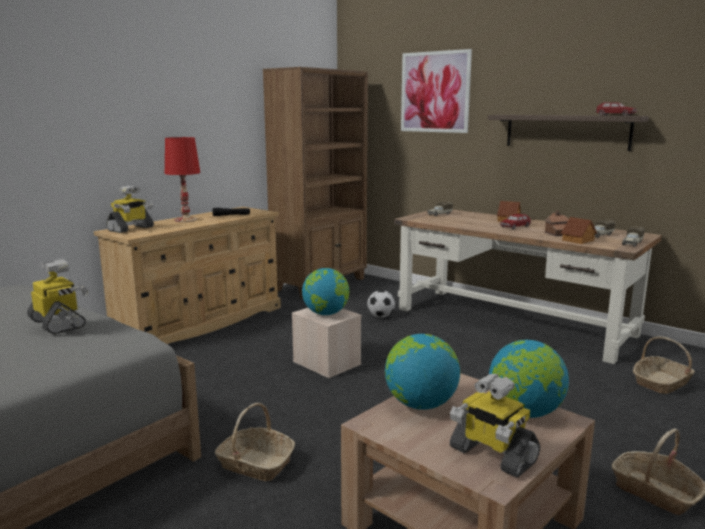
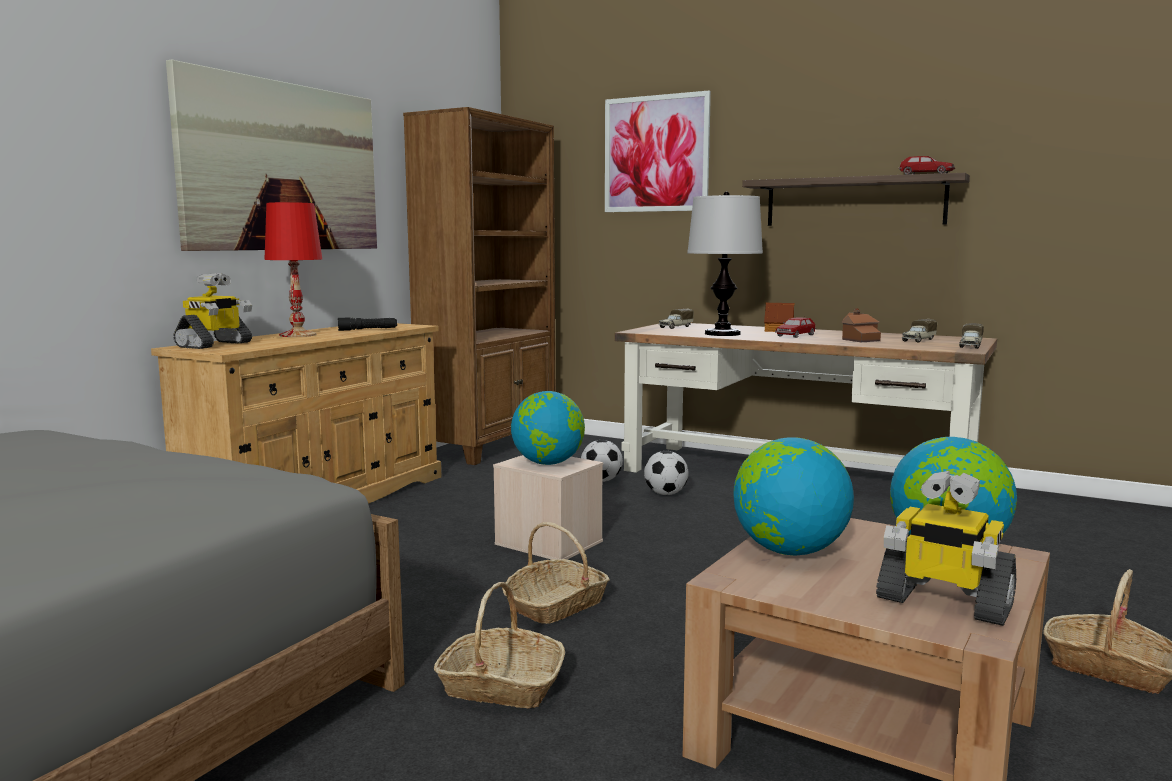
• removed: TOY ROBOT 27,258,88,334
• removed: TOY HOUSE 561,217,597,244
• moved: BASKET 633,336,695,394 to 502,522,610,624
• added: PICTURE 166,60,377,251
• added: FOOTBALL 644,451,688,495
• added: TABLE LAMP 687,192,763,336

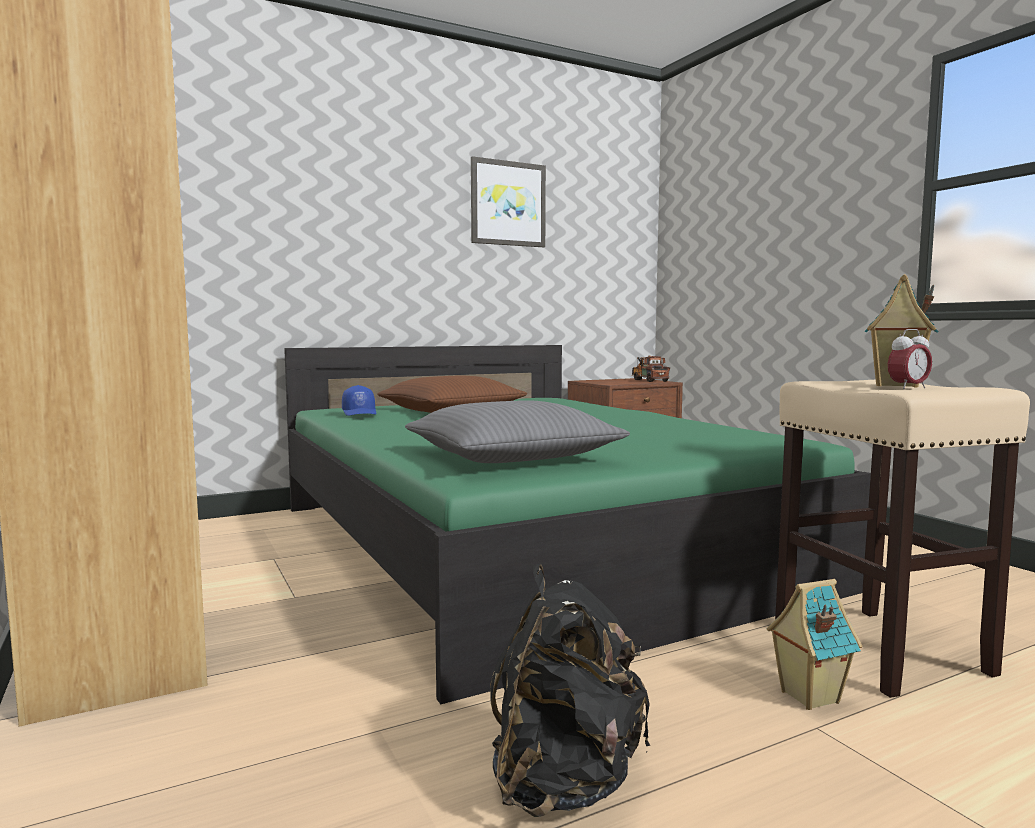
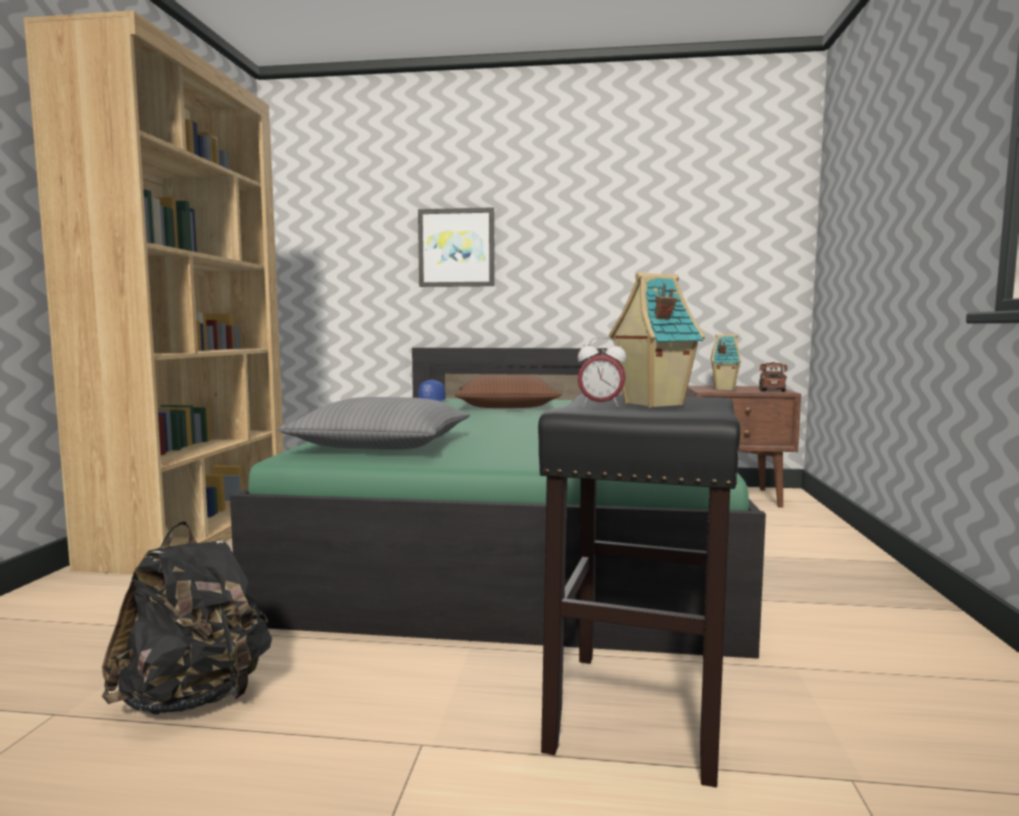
• moved: PICTURE 471,156,546,247 to 418,207,494,287
• moved: TOY HOUSE 767,579,863,710 to 711,334,741,390
• recoloured: BEIGE STOOL 775,380,1030,698 to BLACK STOOL 538,394,741,787

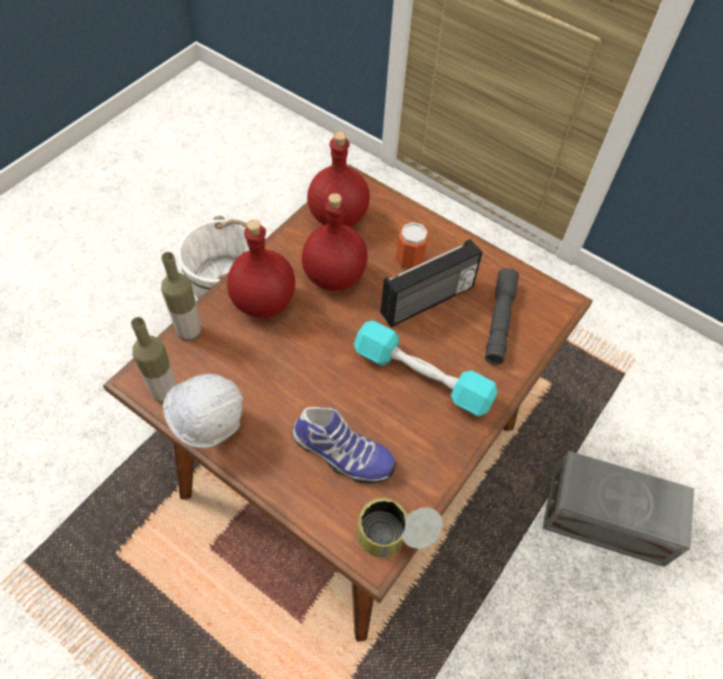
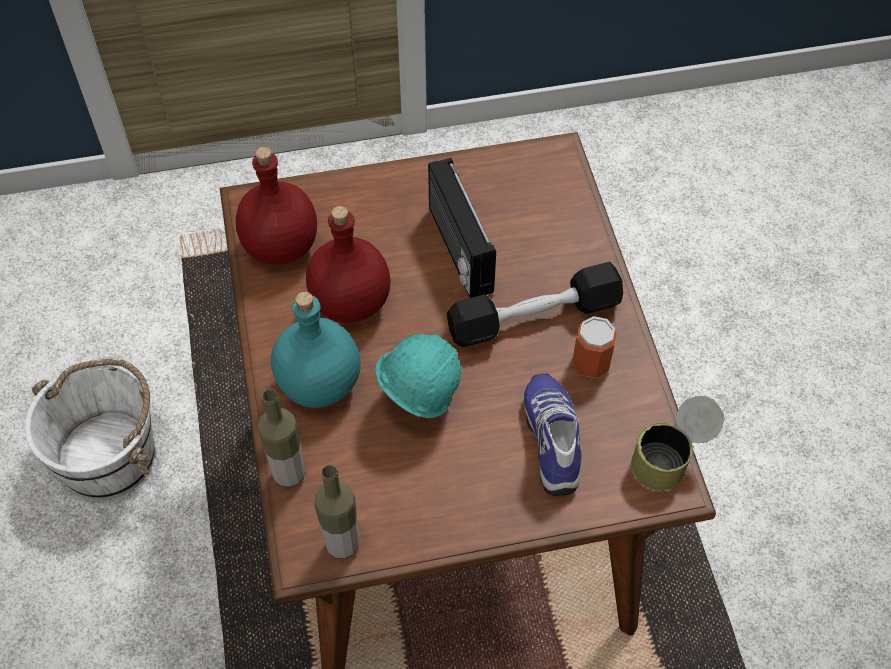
• removed: WHITE HARD HAT 163,374,244,448
• recoloured: RED BOTTLE 227,220,295,318 to TURQUOISE BOTTLE 271,292,361,408
• turned: SHOE 292,407,396,484 = 524,374,582,496 75 degrees counterclockwise
• recoloured: TURQUOISE DUMBBELL 354,320,497,417 to BLACK DUMBBELL 446,262,623,347
• turned: RADIO 380,239,483,327 = 428,158,496,298 150 degrees clockwise
• moved: CAN 396,222,429,270 to 572,316,617,378
• removed: GREY FLASHLIGHT 485,268,519,365
• removed: GREY STORAGE BOX 542,451,694,567
• added: TURQUOISE HARD HAT 375,334,461,418

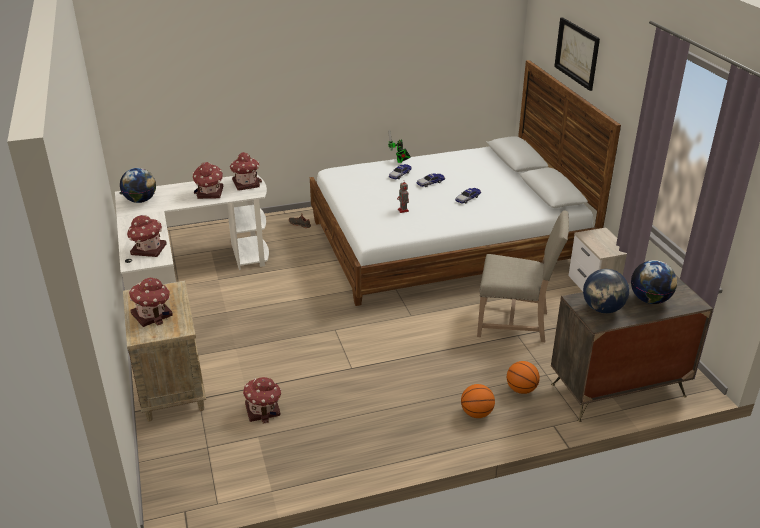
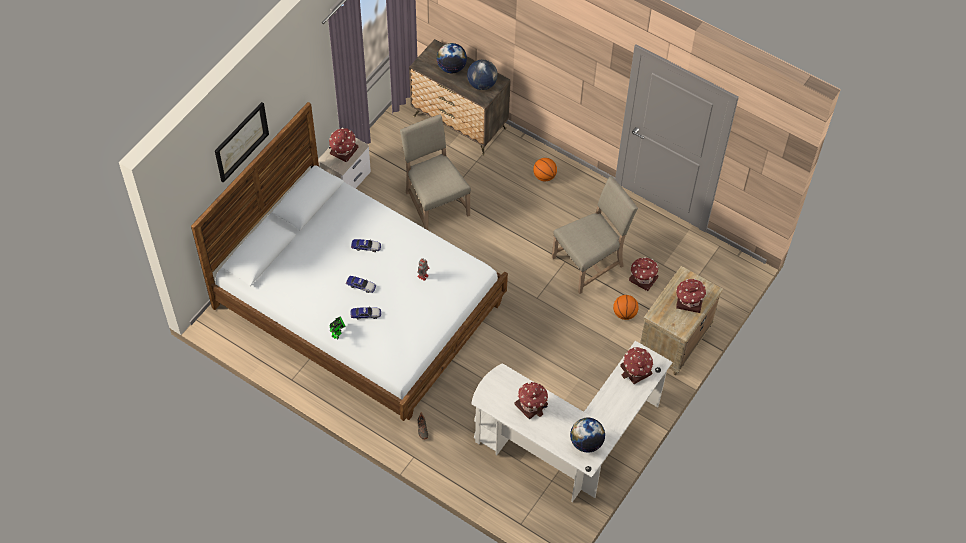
• moved: TOY HOUSE 230,152,262,191 to 329,128,359,162
• moved: BASKETBALL 507,361,540,394 to 613,295,639,320
• added: BEIGE CHAIR 552,176,638,294

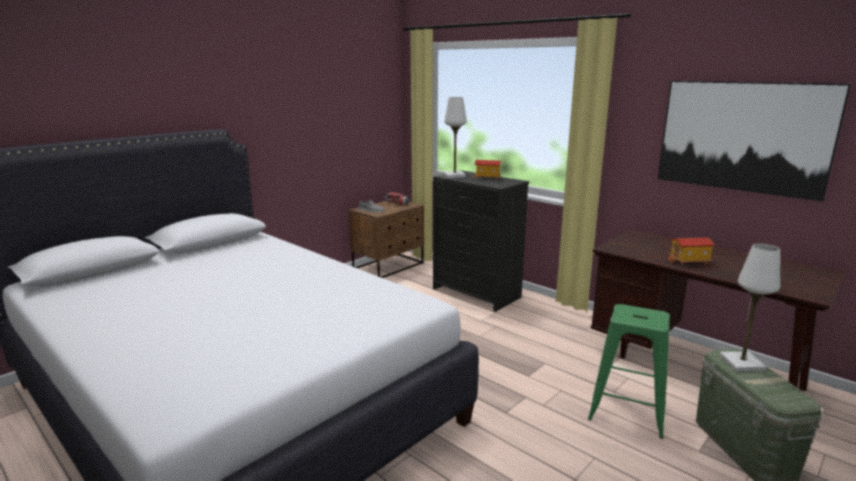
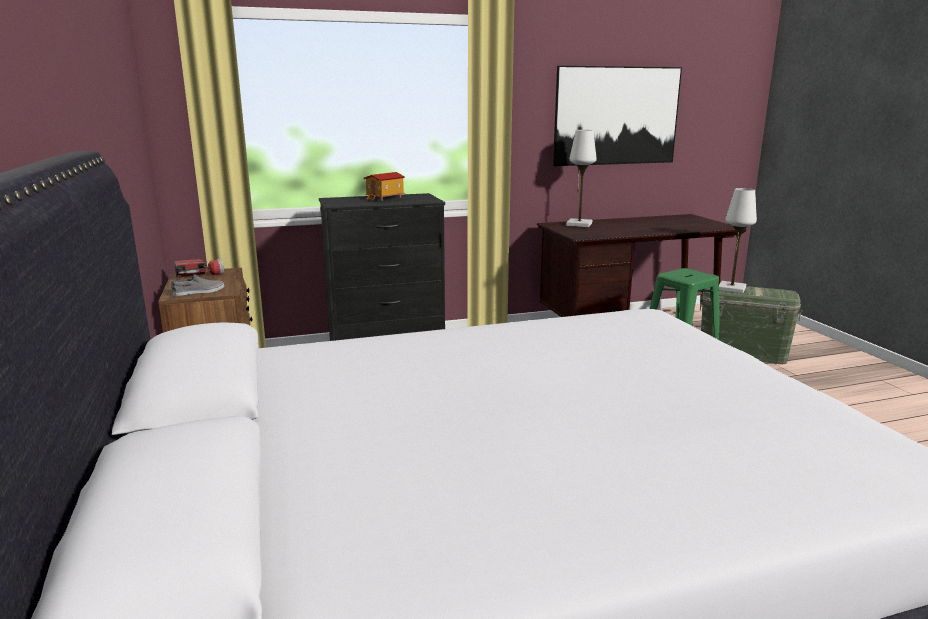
• moved: WHITE TABLE LAMP 444,97,467,178 to 566,130,597,227
• removed: TOY HOUSE 667,238,715,265

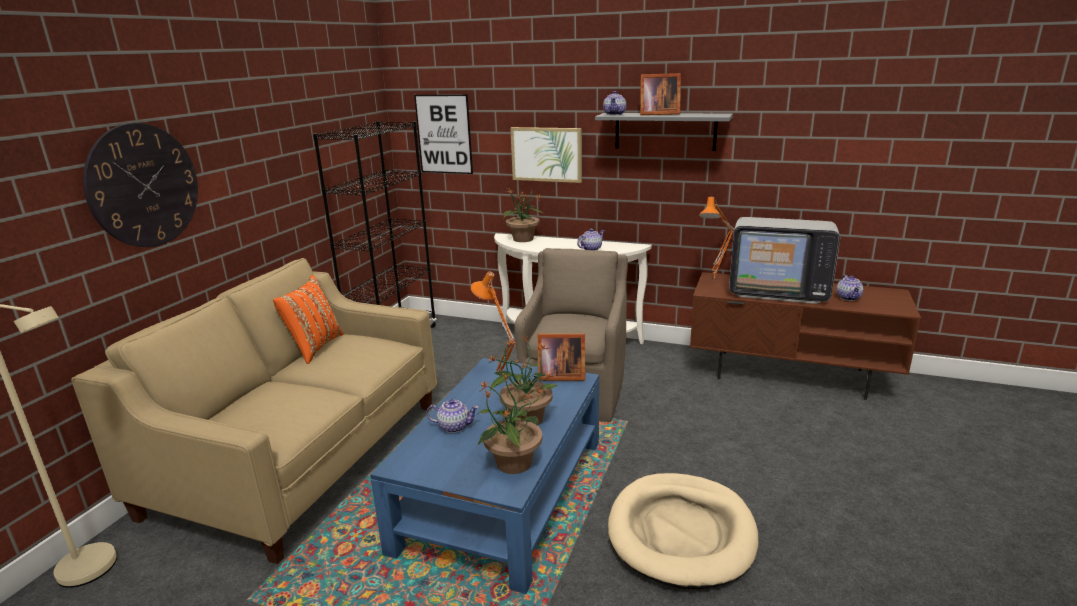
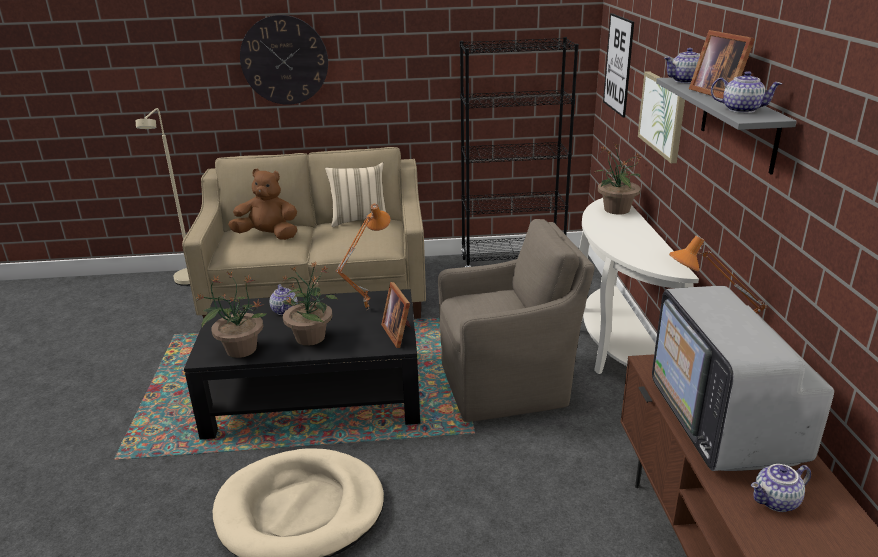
• recoloured: ORANGE PILLOW 273,275,344,364 to BEIGE PILLOW 325,162,386,227
• recoloured: BLUE COFFEE TABLE 370,358,599,594 to BLACK COFFEE TABLE 184,289,420,440
• moved: TEAPOT 577,229,604,250 to 711,71,782,113
• added: BROWN PLUSH TOY 228,169,297,240

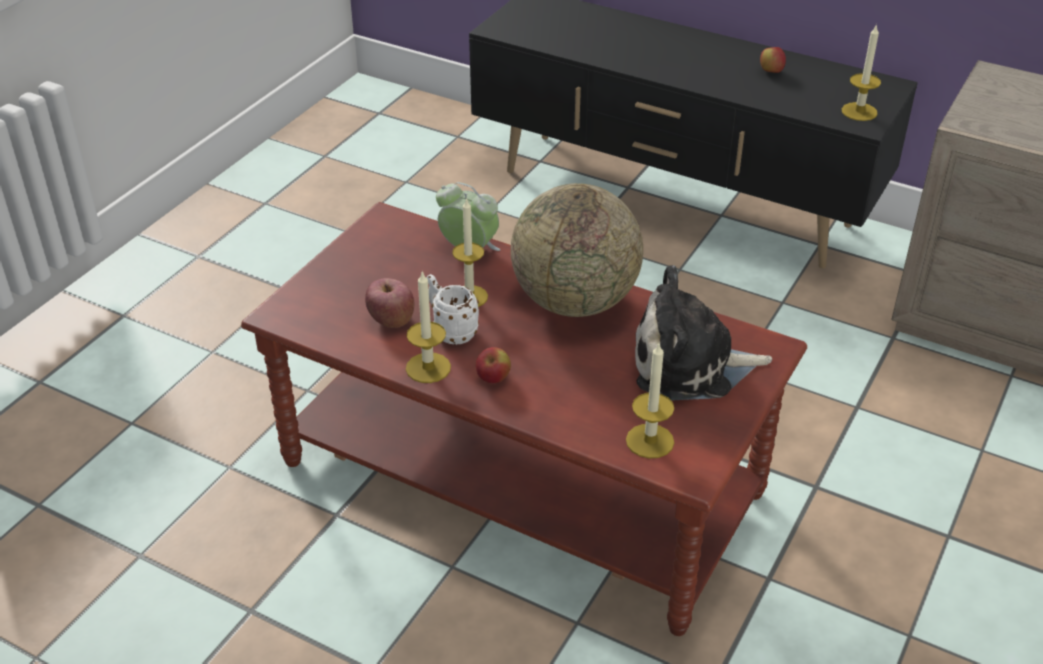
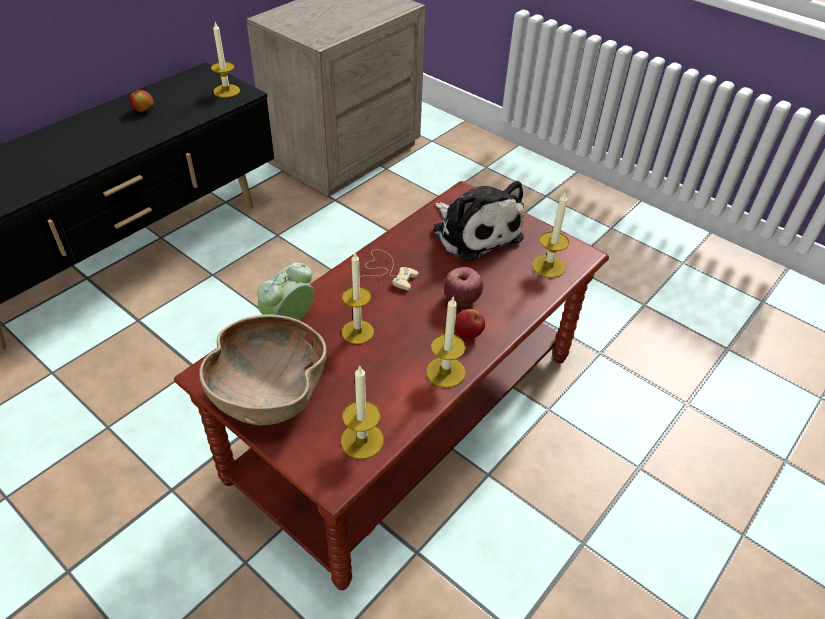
• moved: APPLE 365,278,414,328 to 444,267,483,306
• removed: WHITE MUG 427,274,479,345
• replaced: GLOBE 511,183,643,317 to BEIGE GAME CONTROLLER 360,250,419,290
• turned: PLUSH TOY 635,265,772,400 = 433,181,524,262 45 degrees counterclockwise
• added: BROWN BOWL 199,314,327,425
• added: CANDLE 341,365,384,459

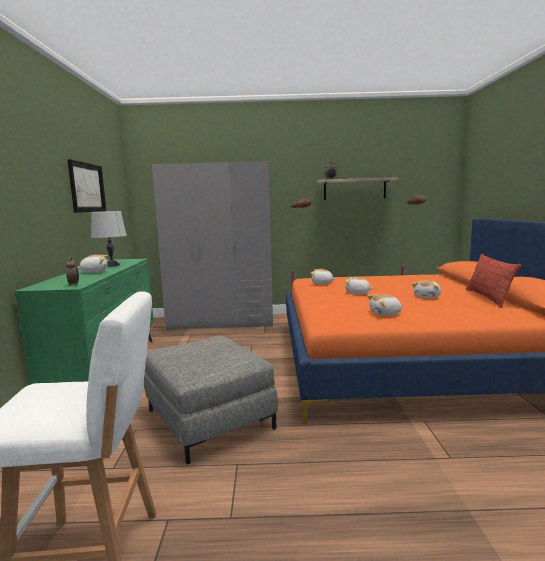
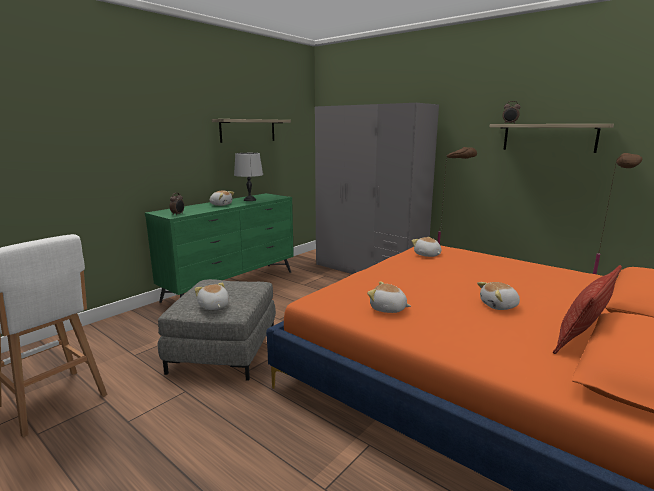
• replaced: PICTURE 67,159,106,213 to SHELF 212,119,291,143
• moved: PLUSH TOY 345,277,374,294 to 195,283,229,310

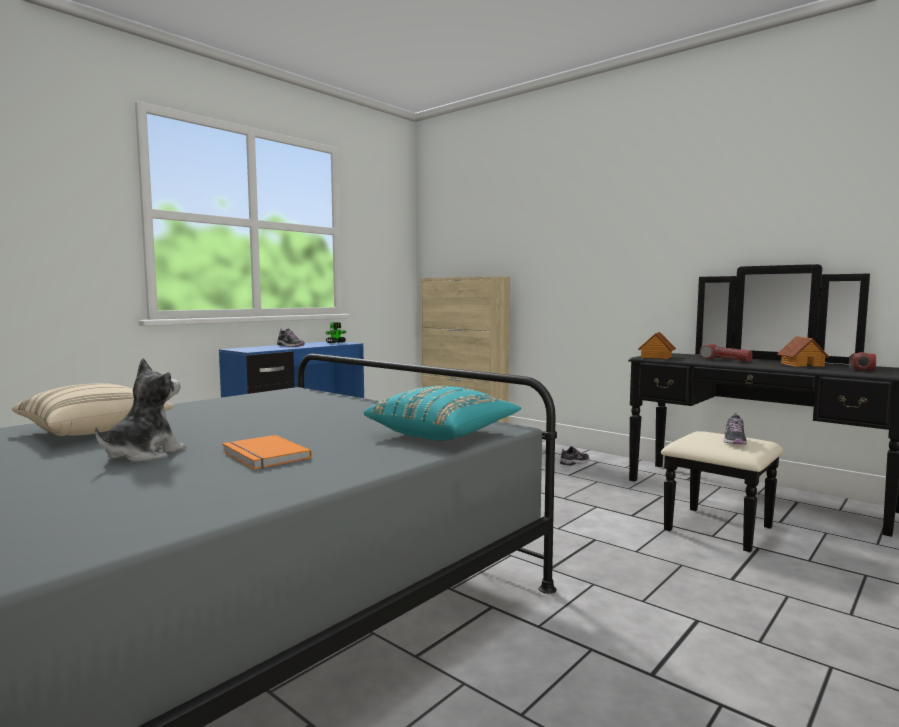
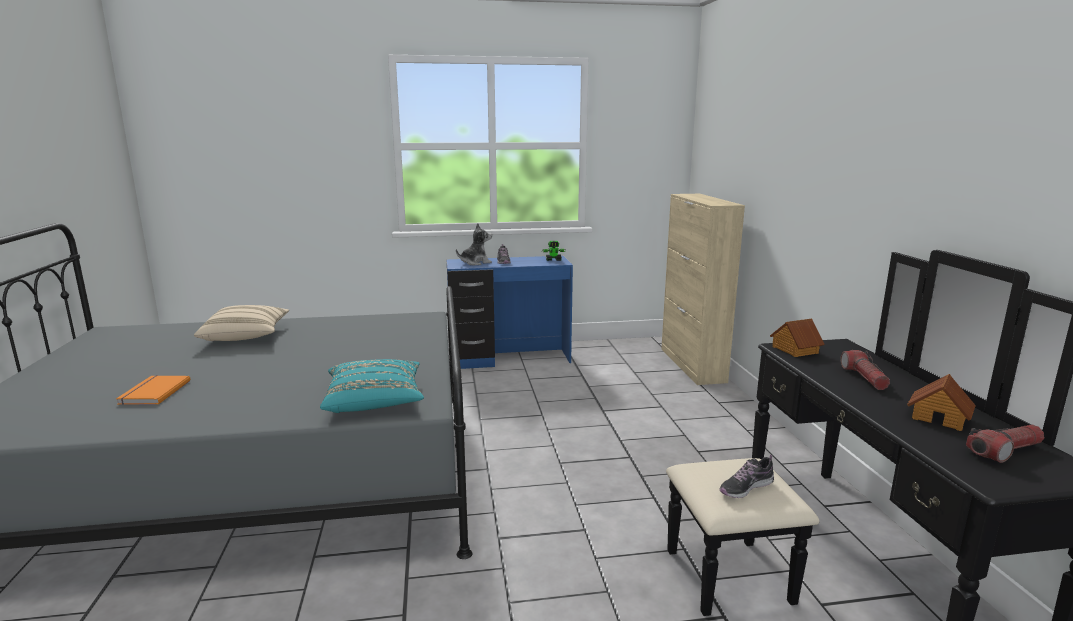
• moved: PLUSH TOY 95,358,186,462 to 456,223,492,265
• moved: ORANGE BOOK 222,435,312,469 to 116,375,190,405
• removed: SHOE 560,446,589,466

